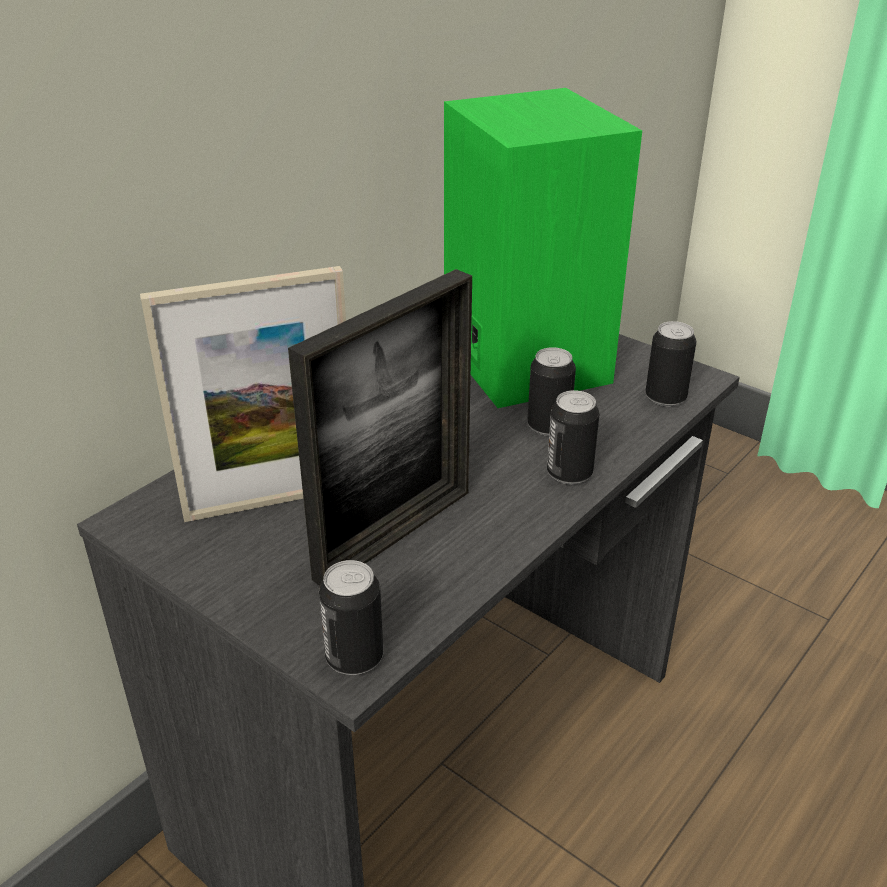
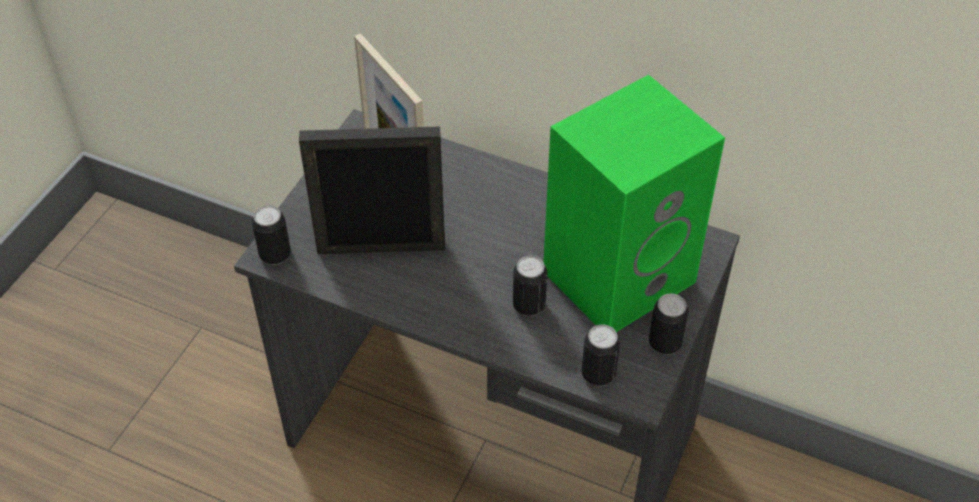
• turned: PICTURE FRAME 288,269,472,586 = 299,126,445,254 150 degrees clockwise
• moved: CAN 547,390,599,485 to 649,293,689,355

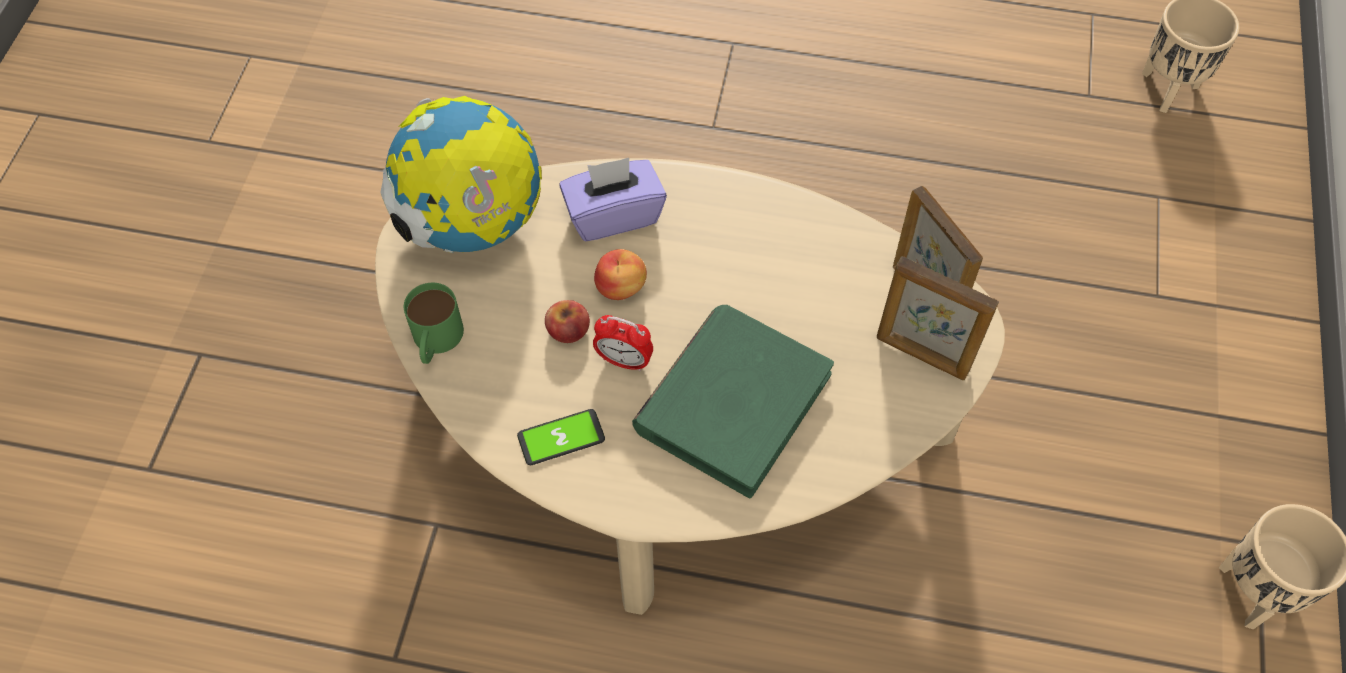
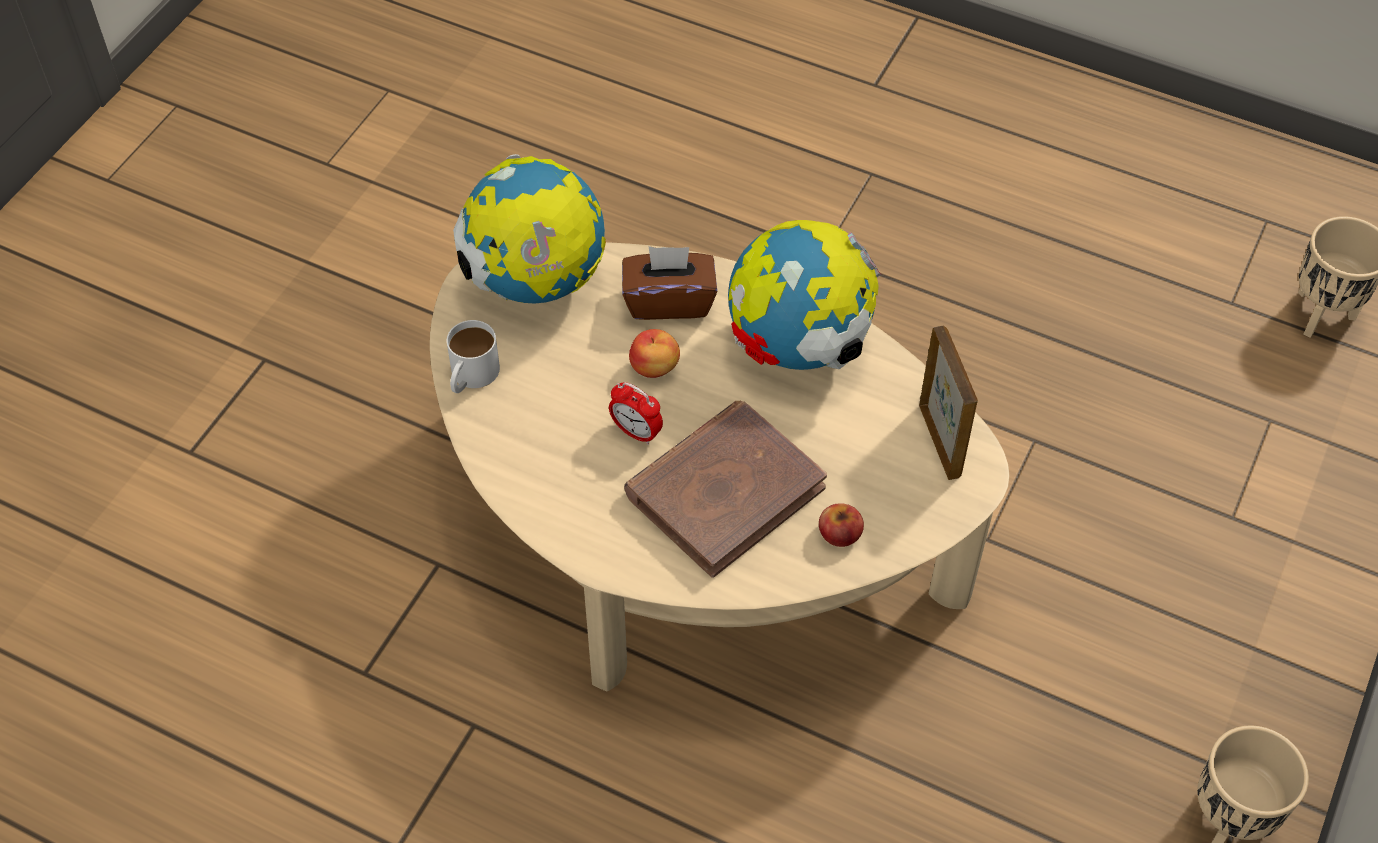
• recoloured: GREEN MUG 404,283,464,364 to WHITE MUG 447,320,500,393
• removed: PHONE 517,409,605,465
• moved: APPLE 545,300,590,343 to 819,503,864,547
• recoloured: PURPLE TISSUE BOX 559,158,667,241 to BROWN TISSUE BOX 622,246,717,320
• recoloured: GREEN BOOK 632,305,834,498 to BROWN BOOK 624,401,827,578
• removed: PICTURE FRAME 877,256,999,380
• added: GLOBE 728,220,881,370

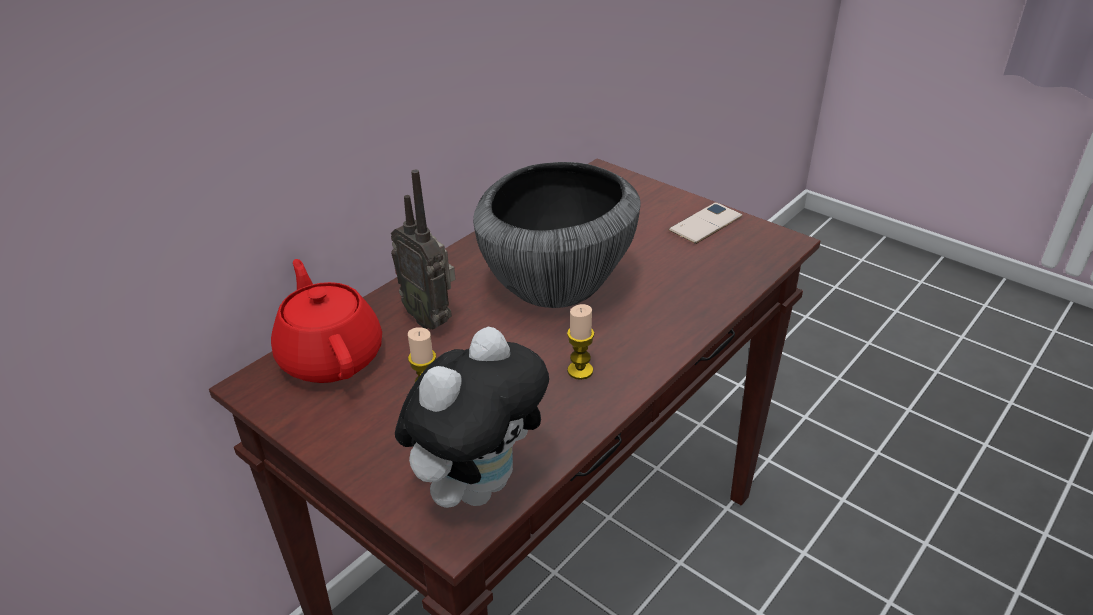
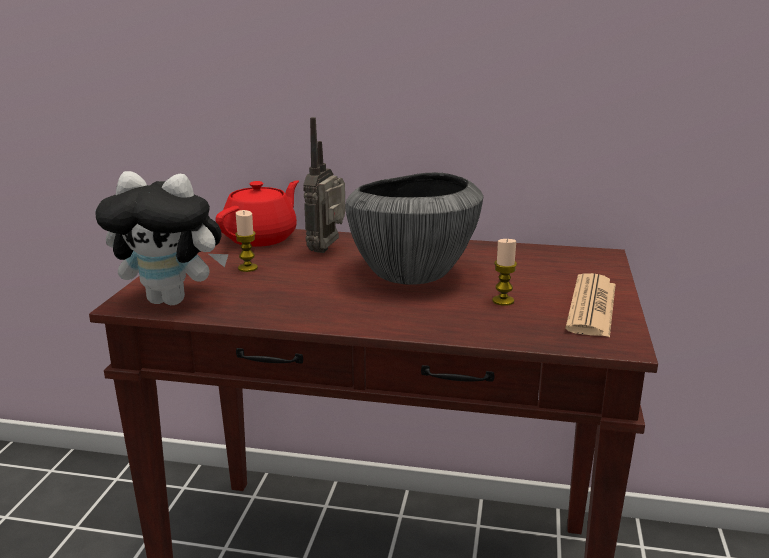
• moved: CANDLE 567,304,594,380 to 492,239,517,306
• replaced: PHONE 669,202,742,244 to NEWSPAPER 565,273,616,337

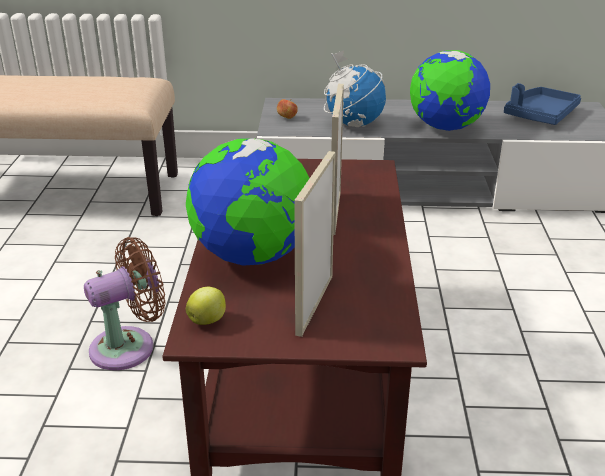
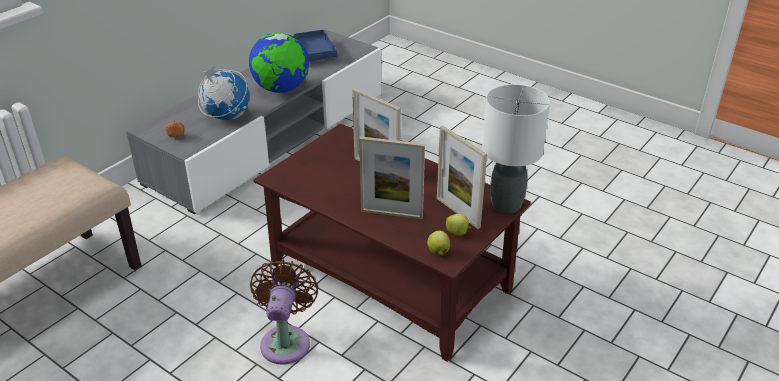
• replaced: GLOBE 186,138,310,266 to PICTURE FRAME 359,136,425,219
• added: APPLE 446,214,471,236
• added: WHITE TABLE LAMP 482,84,550,213

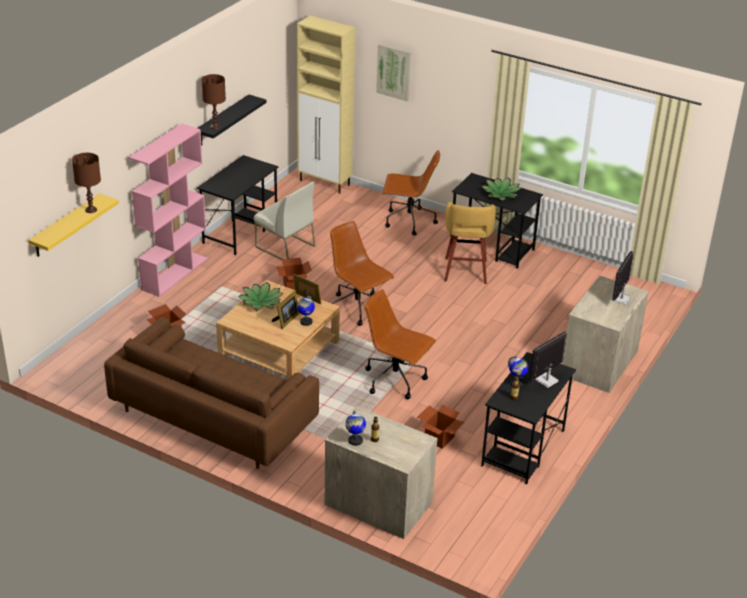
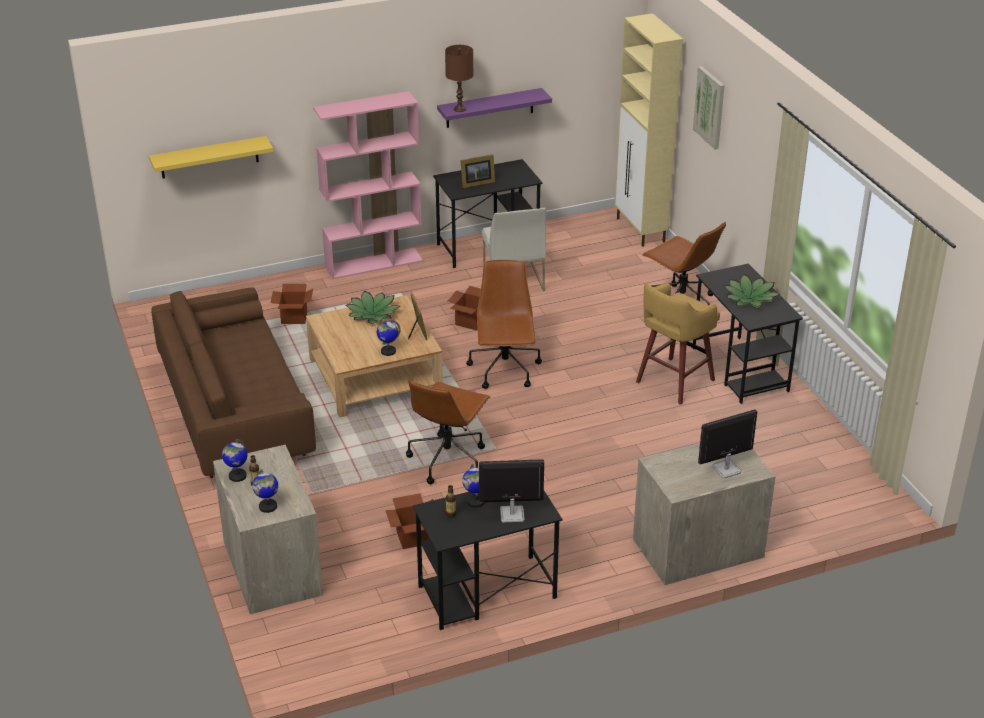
• removed: BROWN TABLE LAMP 72,153,101,213
• recoloured: BLACK SHELF 198,95,267,146 to PURPLE SHELF 437,88,552,128
• moved: PICTURE FRAME 272,290,299,329 to 460,154,495,188
• turned: BROWN OFFICE CHAIR 364,289,436,399 = 406,380,491,484 135 degrees counterclockwise
• added: GLOBE 252,469,278,513

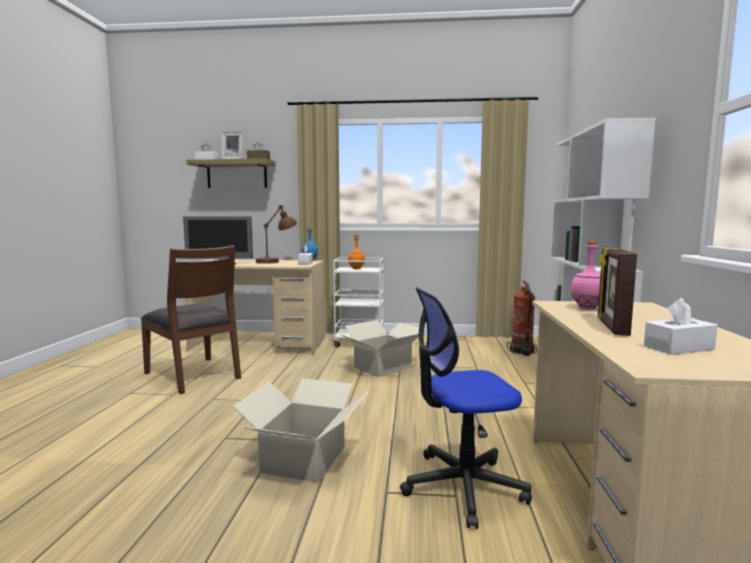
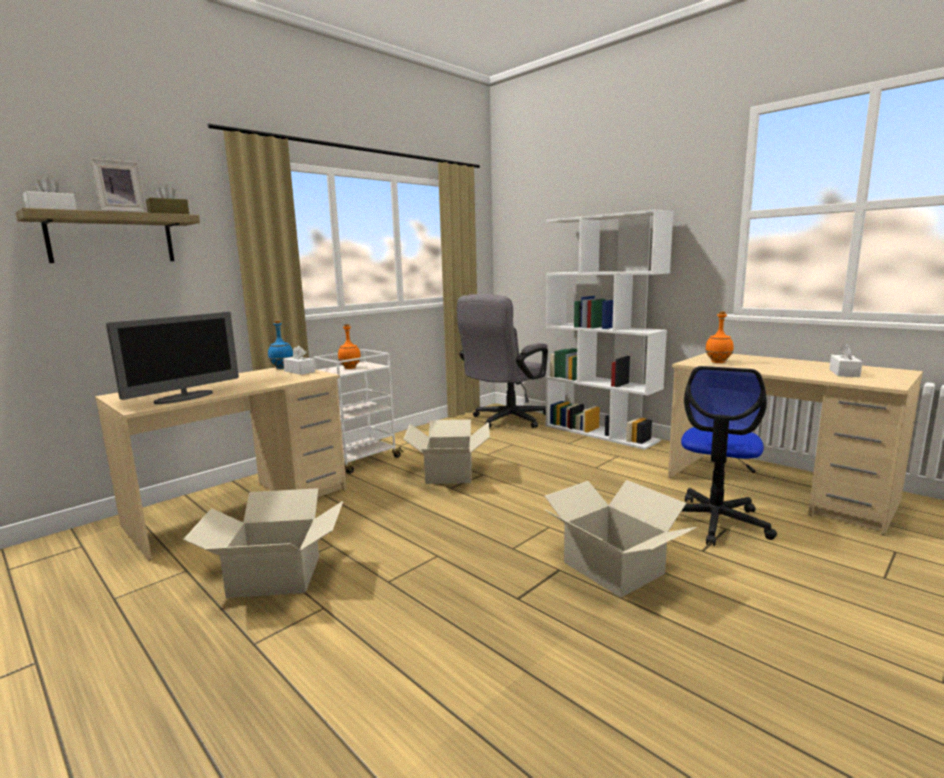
• replaced: BROWN CHAIR 141,245,241,394 to CARDBOARD BOX 183,488,343,598
• removed: BROWN TABLE LAMP 256,205,297,264
• replaced: FIRE EXTINGUISHER 507,280,537,356 to GREY OFFICE CHAIR 457,294,548,429
• recoloured: PINK BOTTLE 570,241,601,310 to ORANGE BOTTLE 705,311,734,363
• removed: PICTURE FRAME 598,246,637,336

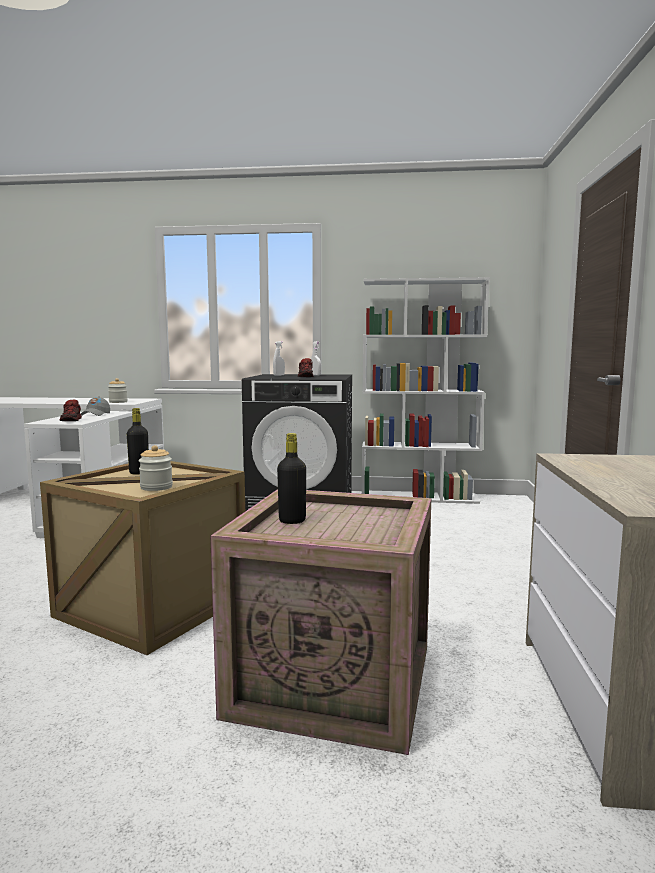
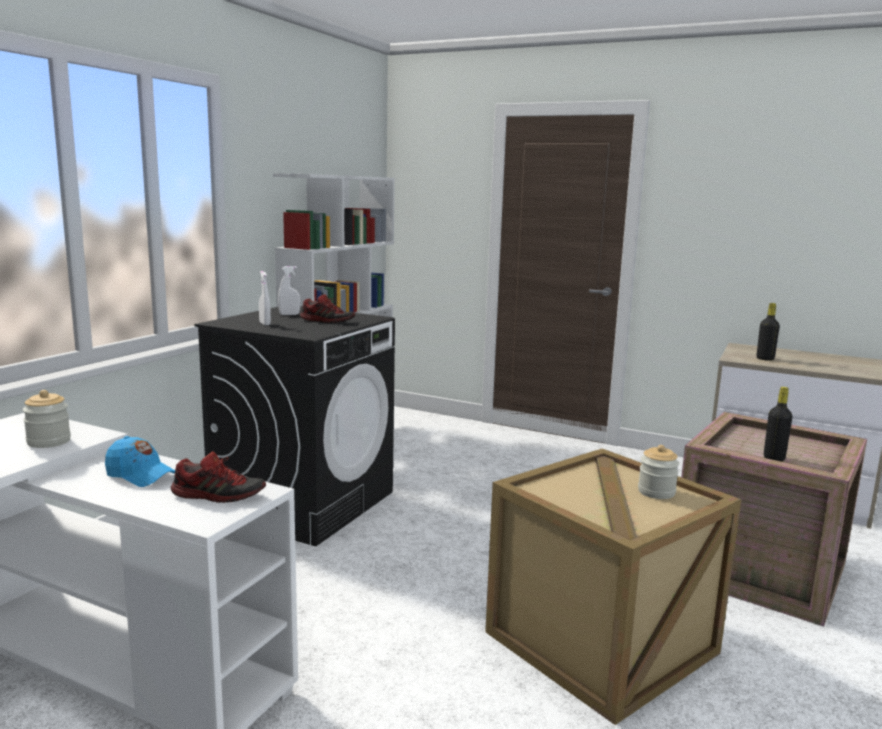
• recoloured: GREY CAP 81,396,110,416 to BLUE CAP 105,436,175,487
• moved: BLACK BOTTLE 127,408,149,475 to 757,303,780,361

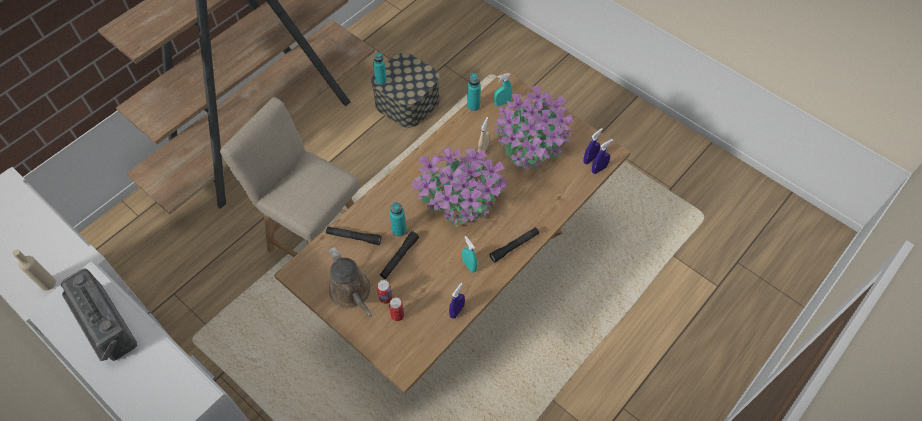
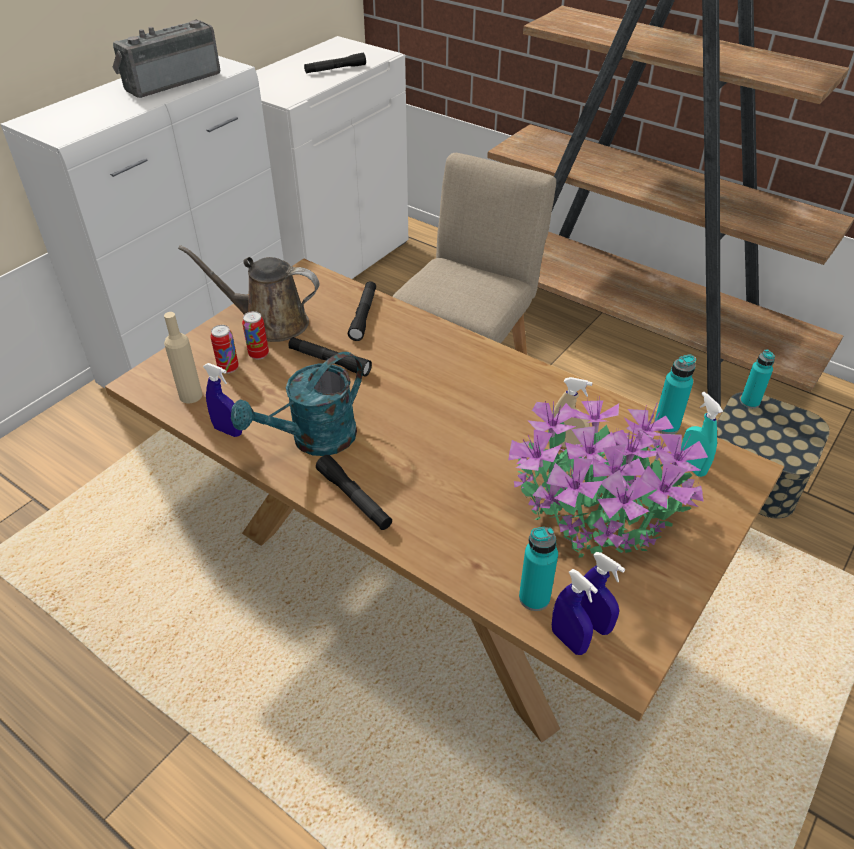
• moved: BEIGE BOTTLE 12,250,56,291 to 164,312,203,403
• turned: BROWN WATERING CAN 328,246,372,317 = 178,245,319,342 45 degrees clockwise
• moved: TURQUOISE BOTTLE 390,202,406,237 to 519,527,558,611
• removed: POTTED PLANT 412,147,507,227
• replaced: TURQUOISE SPRAY BOTTLE 462,236,477,273 to TURQUOISE WATERING CAN 231,352,362,456
• added: BLACK FLASHLIGHT 304,53,366,73

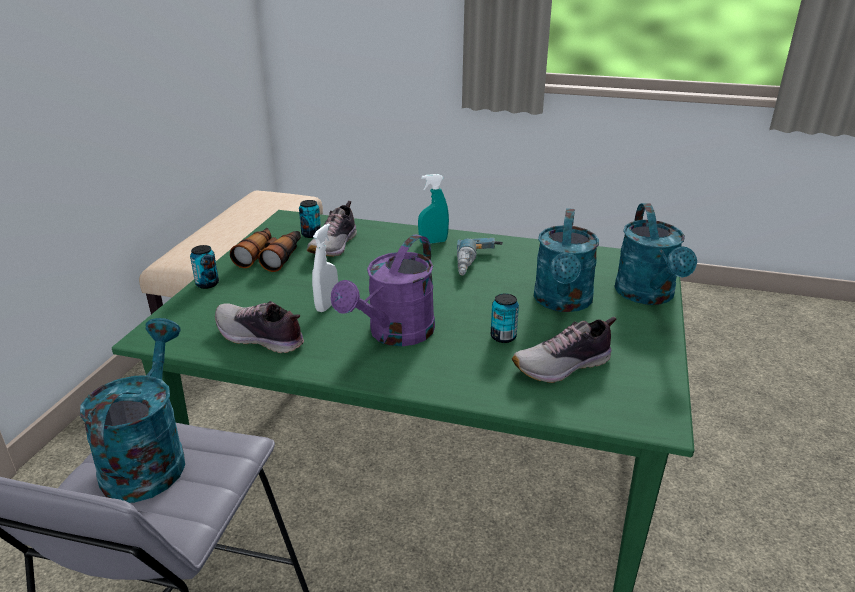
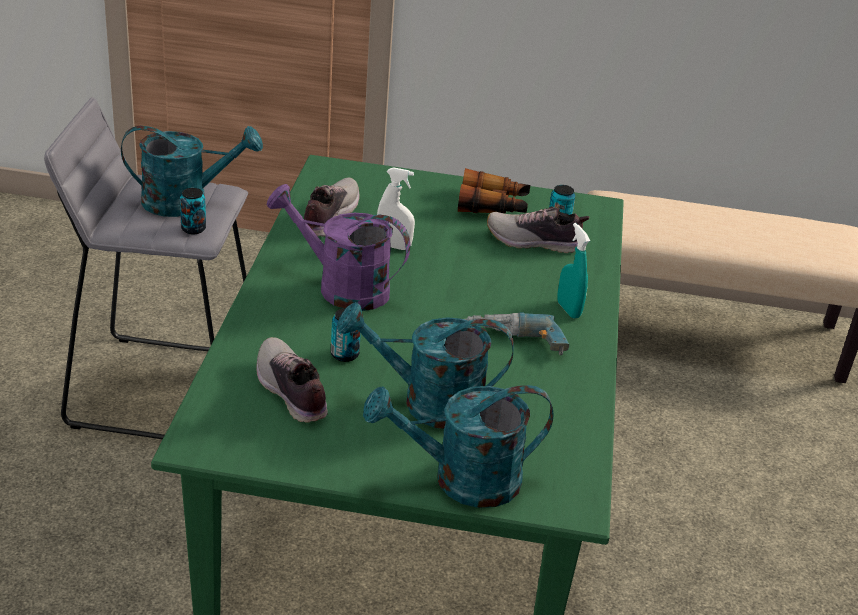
• moved: CAN 190,245,219,289 to 180,188,206,234

